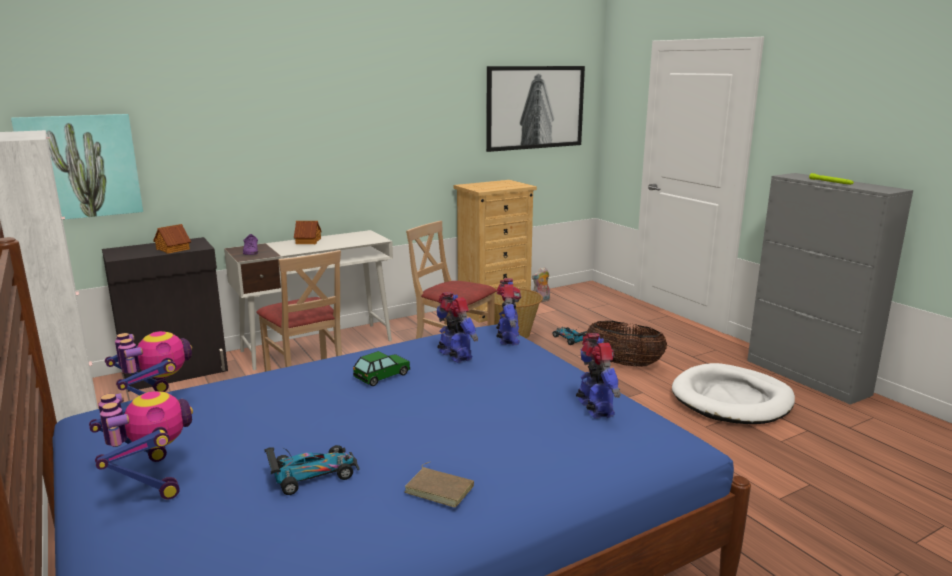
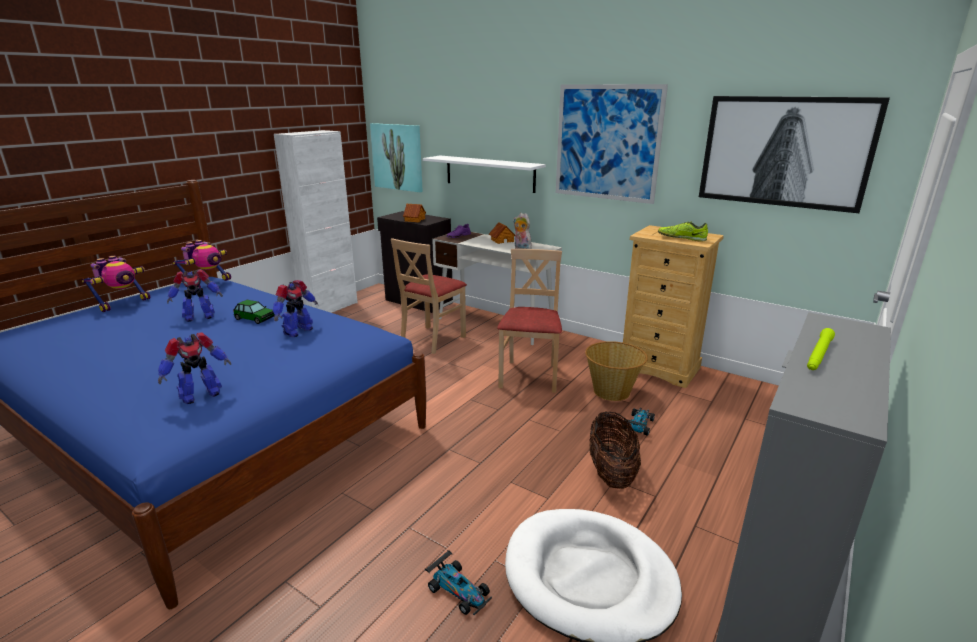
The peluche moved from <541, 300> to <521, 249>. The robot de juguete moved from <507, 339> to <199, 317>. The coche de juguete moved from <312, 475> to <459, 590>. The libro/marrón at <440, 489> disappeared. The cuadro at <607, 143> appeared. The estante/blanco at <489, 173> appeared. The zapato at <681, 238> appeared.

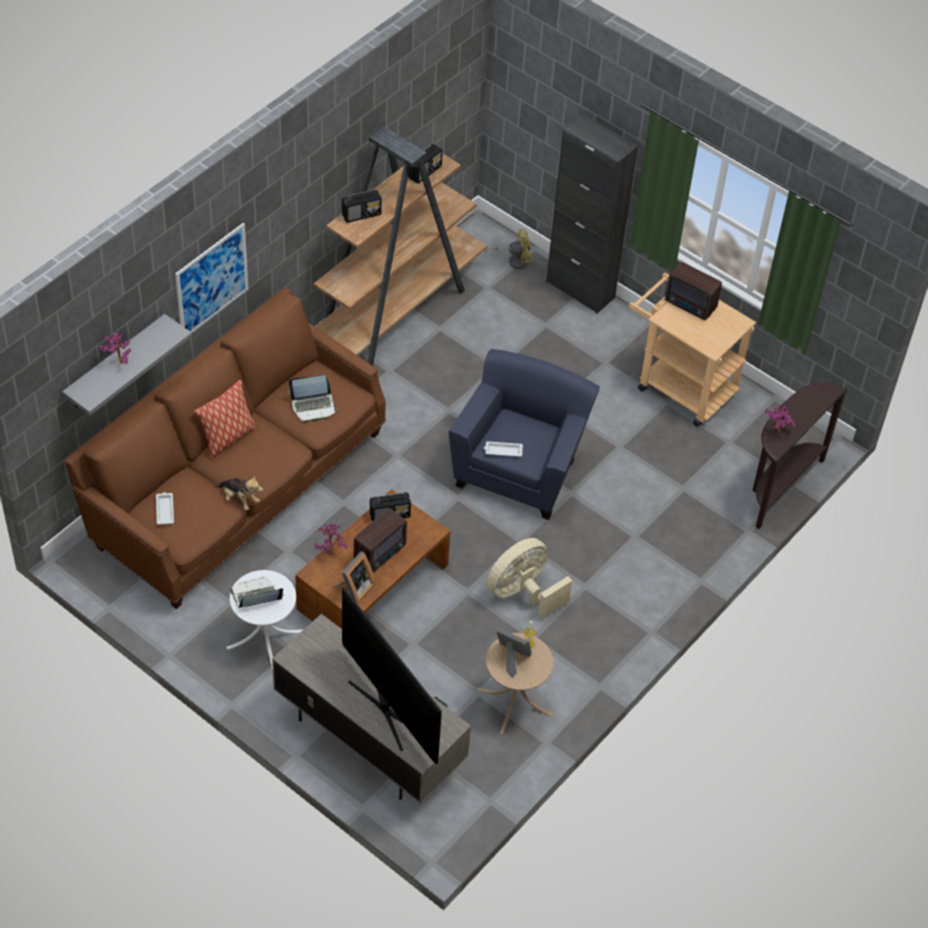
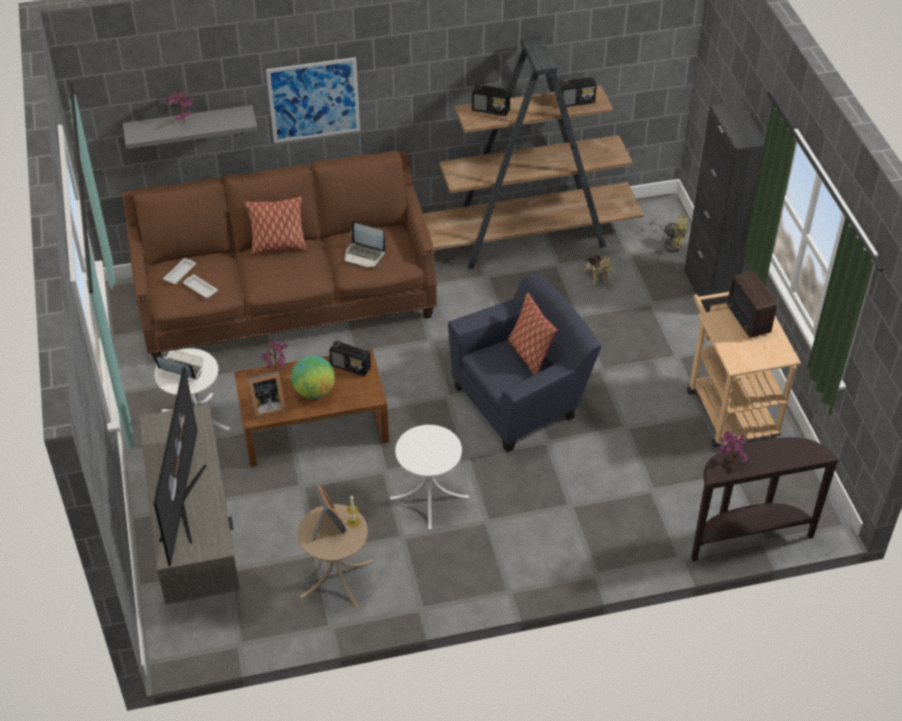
The bandeja/blanco moved from <502, 451> to <200, 288>. The peluche moved from <239, 499> to <596, 276>. The radio at <381, 553> was replaced by the globo terráqueo at <314, 391>. The ventilador/beis at <523, 593> was replaced by the mesa auxiliar/blanco at <429, 497>. The cojín at <529, 355> appeared.

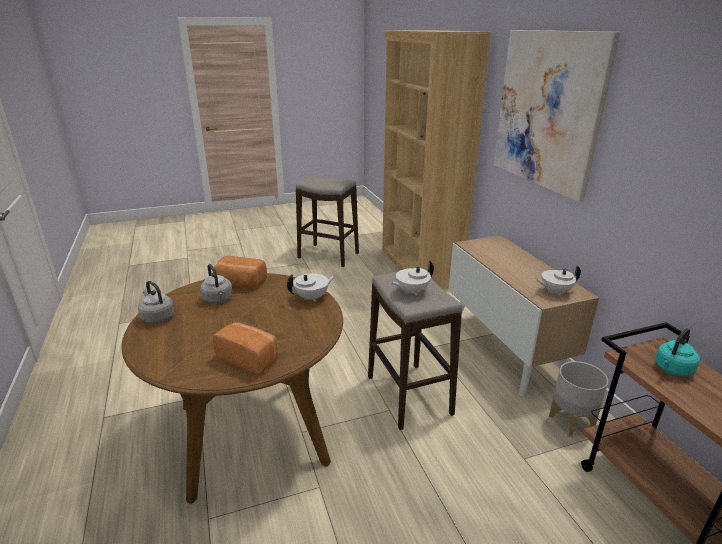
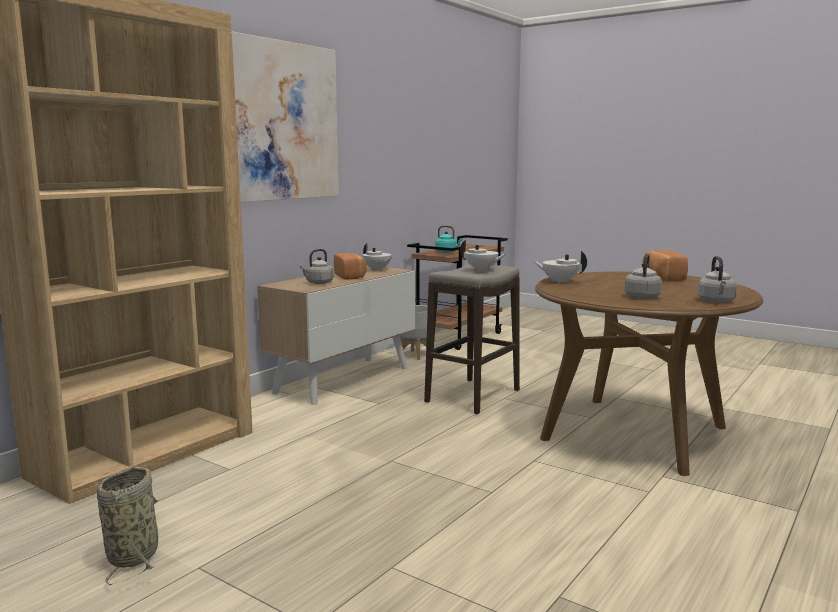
The taburete at <328, 255> was replaced by the cesta at <134, 554>. The pan moved from <240, 284> to <351, 276>. The hervidor/gris at <318, 283> appeared.

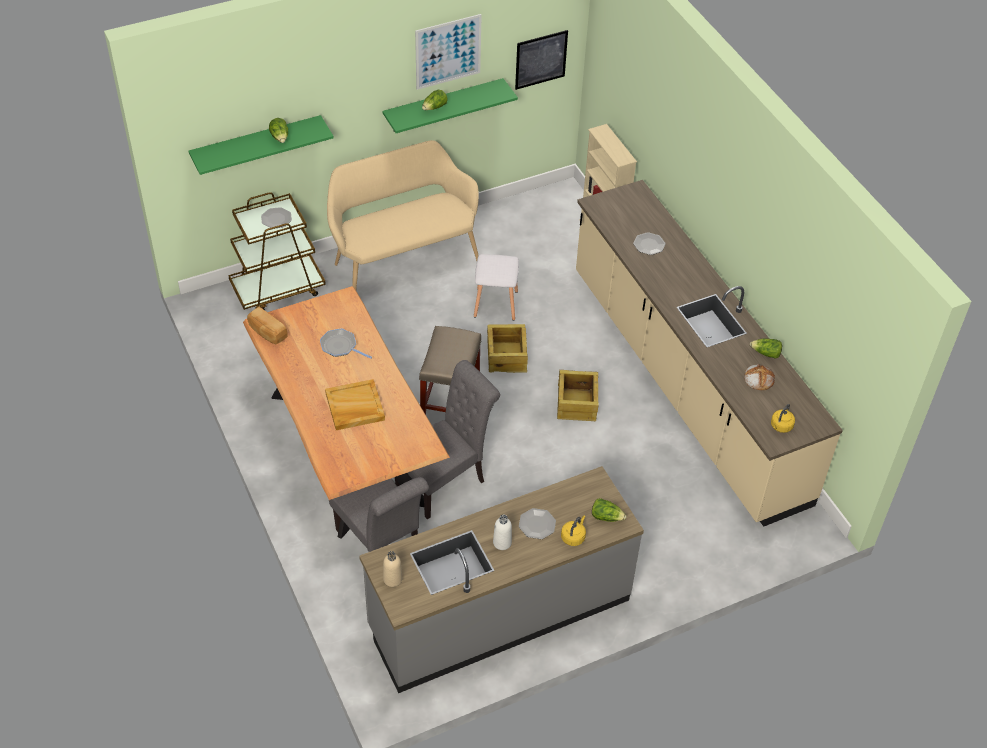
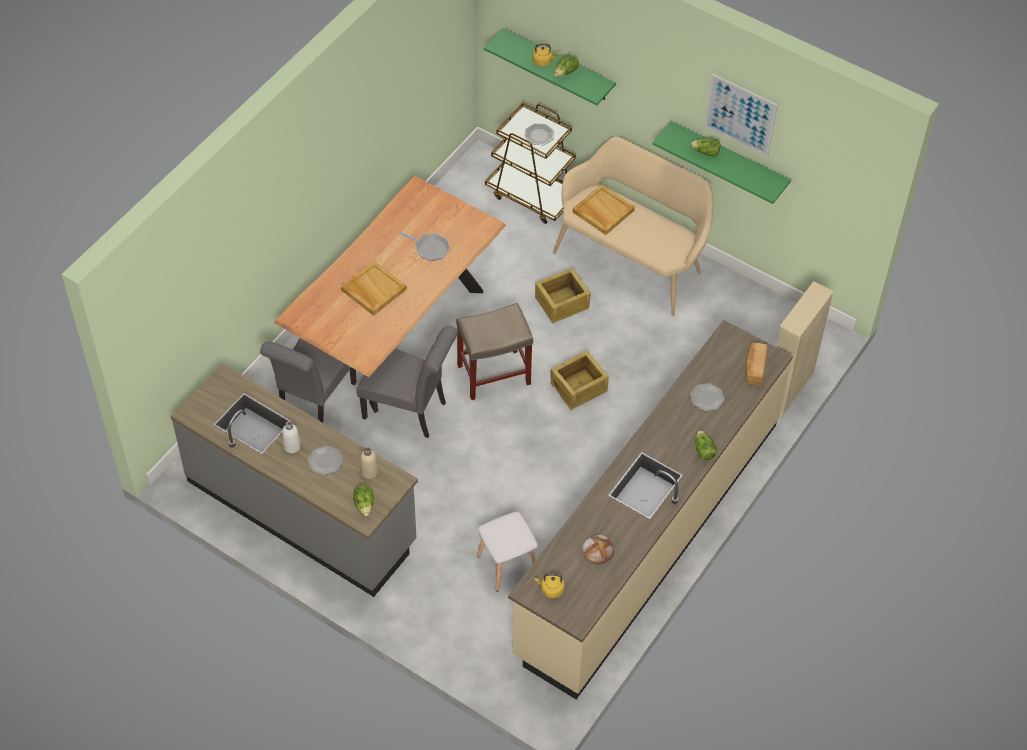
The cuadro at <541, 59> disappeared. The taburete/blanco moved from <496, 304> to <506, 565>. The pan moved from <267, 332> to <754, 369>. The sartén at <340, 346> turned 120 degrees clockwise. The lechuga moved from <766, 353> to <703, 450>. The caja de embalaje moved from <576, 404> to <561, 302>. The hervidor/amarillo moved from <573, 537> to <543, 61>. The botella/beis moved from <392, 579> to <369, 472>. The bandeja/beis at <602, 211> appeared.

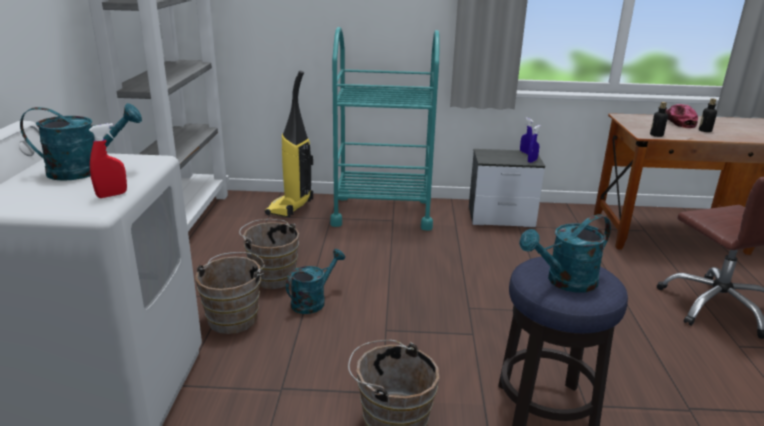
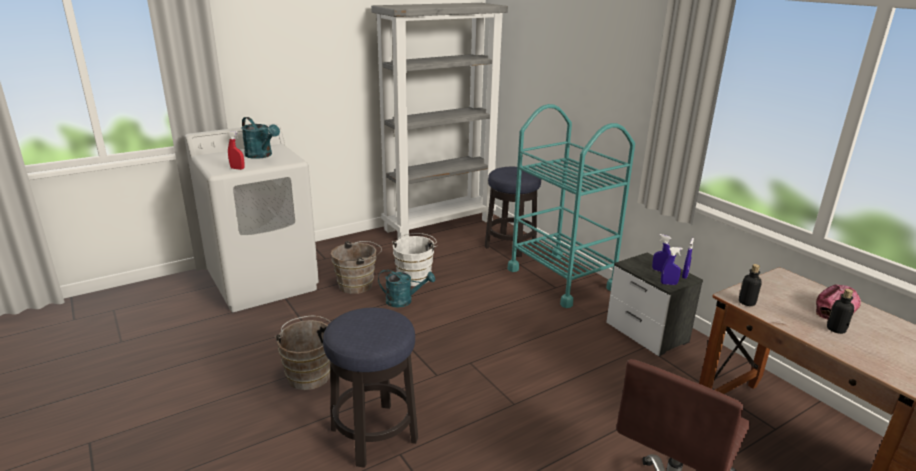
The aspiradora at <290, 207> was replaced by the taburete at <510, 245>. The regadera/turquesa at <564, 282> disappeared. The cubo/marrón at <272, 276> became the cubo/blanco at <415, 276>. The pulverizador/azul at <659, 271> appeared.

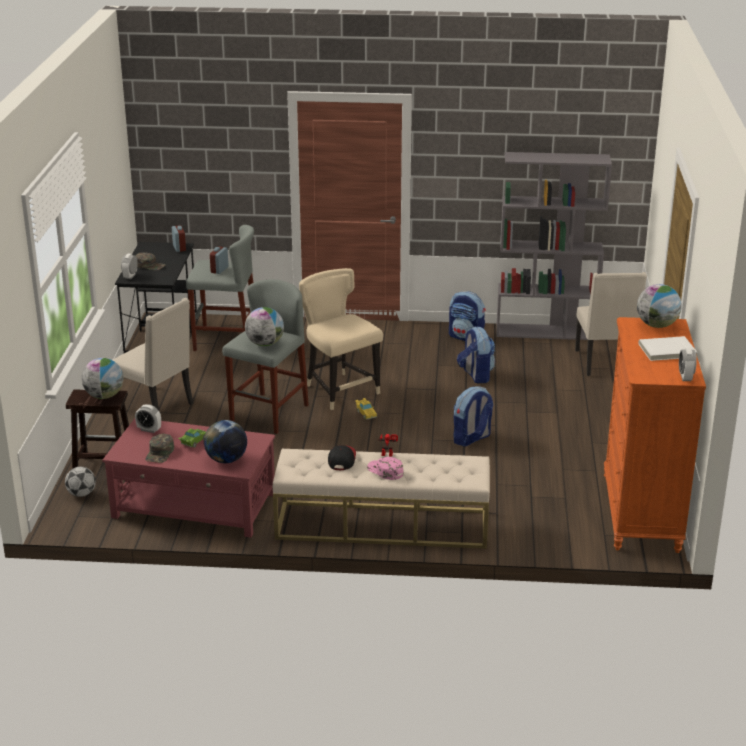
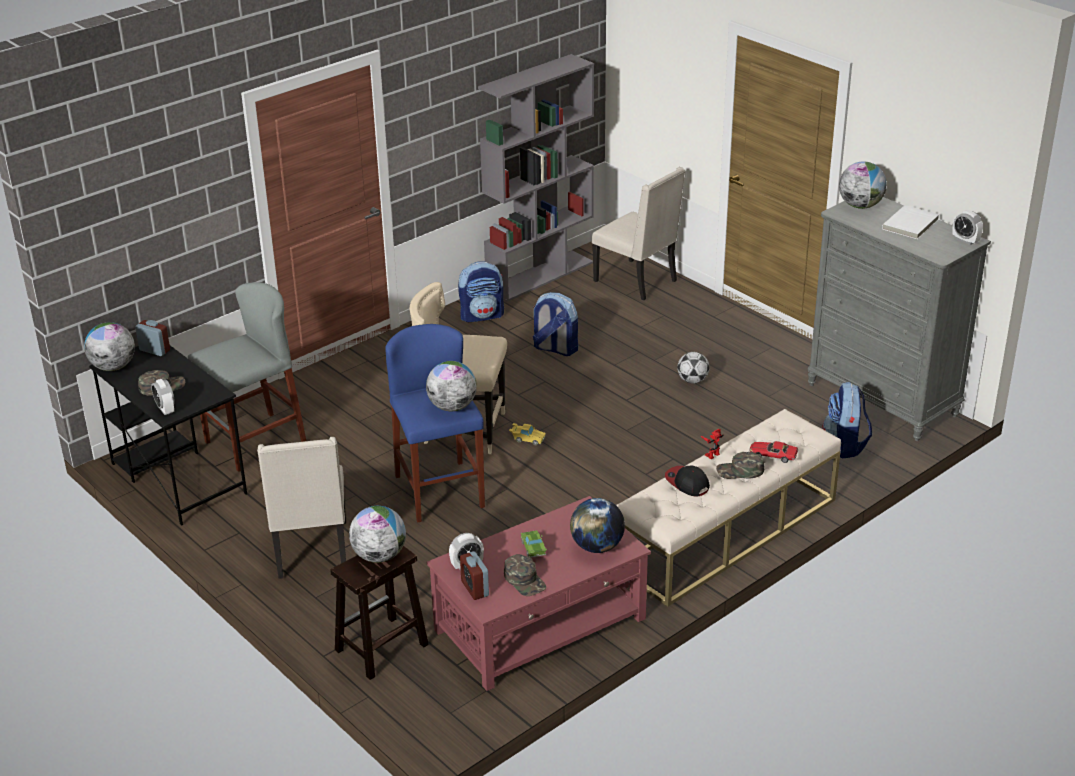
The despertador moved from <219, 270> to <475, 588>. The taburete/gris at <269, 413> became the taburete/azul at <439, 491>. The silla/beis at <156, 406> turned 90 degrees clockwise. The cómoda/naranja at <641, 514> became the cómoda/gris at <882, 400>. The mochila moved from <471, 439> to <845, 445>. The gorra/rosa at <385, 471> became the gorra/verde at <740, 471>. The balón de fútbol moved from <81, 494> to <692, 381>. The globo terráqueo at <113, 367> appeared. The coche de juguete at <773, 455> appeared.

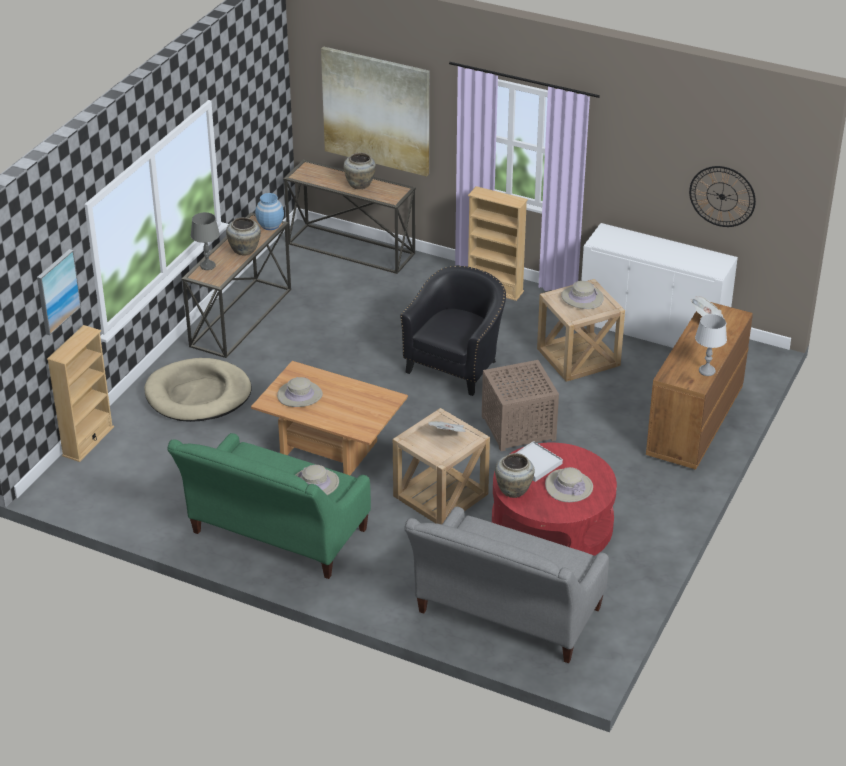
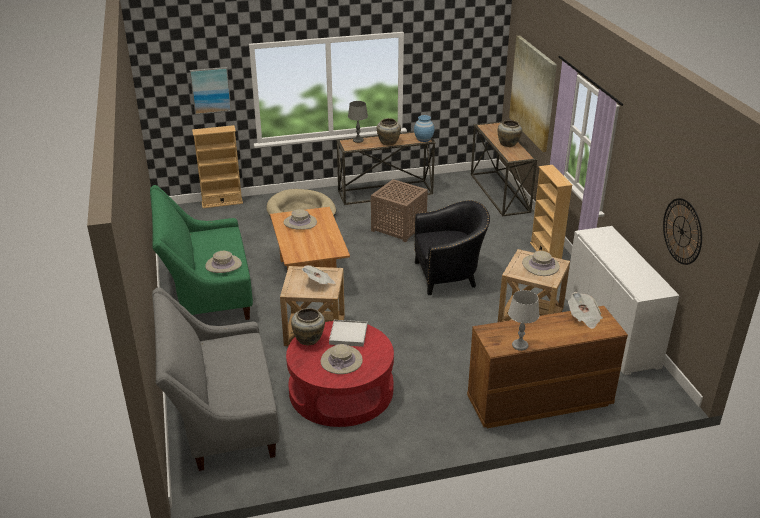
The mesa auxiliar/marrón moved from <518, 429> to <397, 228>.

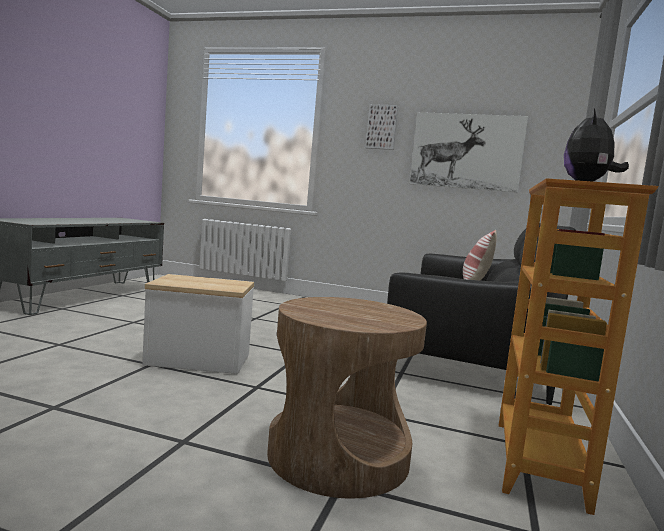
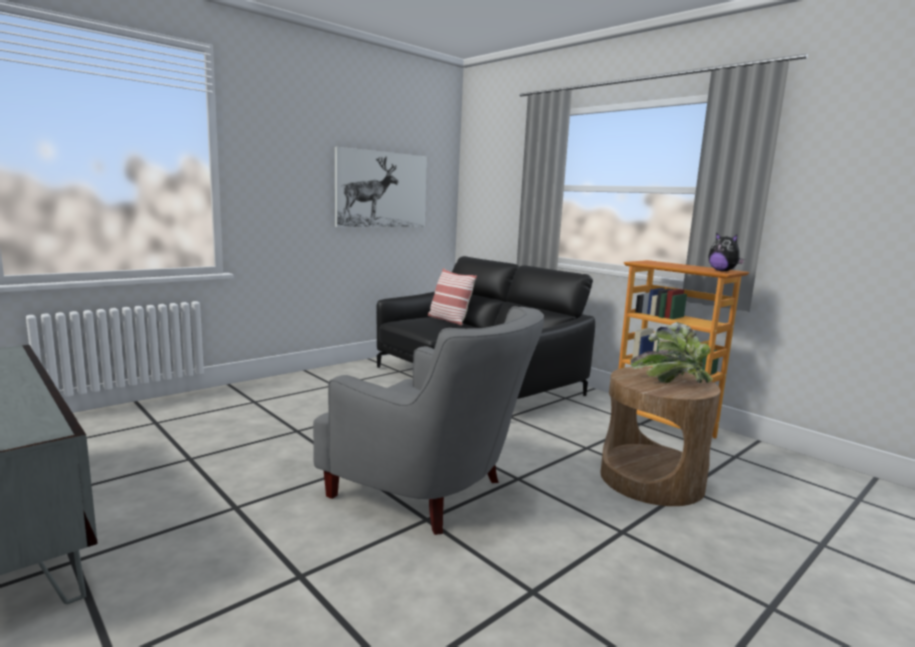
The cuadro at <382, 127> disappeared. The mesa auxiliar at <198, 360> was replaced by the sillón/gris at <430, 491>. The planta en maceta at <671, 381> appeared.

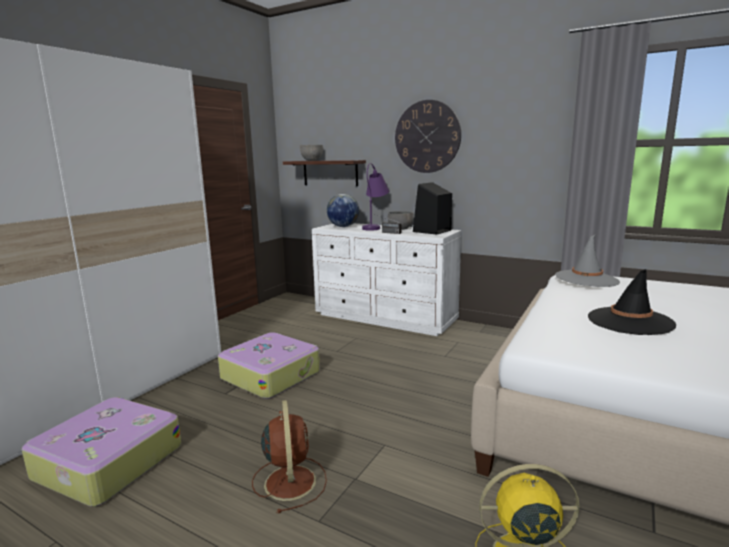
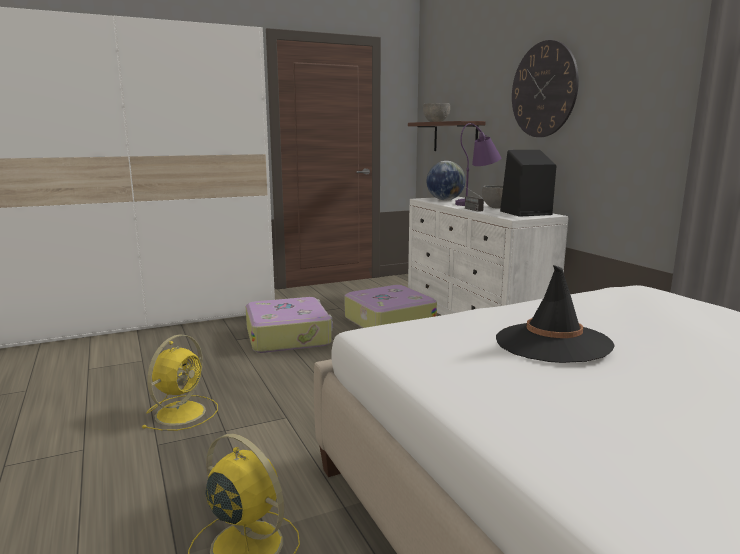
The sombrero/gris at <586, 279> disappeared. The maleta moved from <107, 462> to <388, 321>. The ventilador/marrón at <290, 481> became the ventilador/amarillo at <182, 412>.

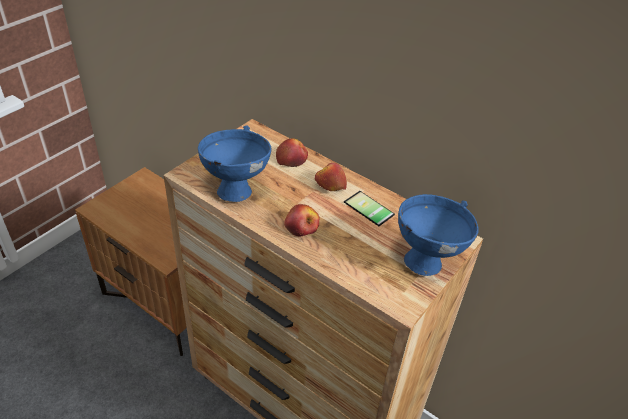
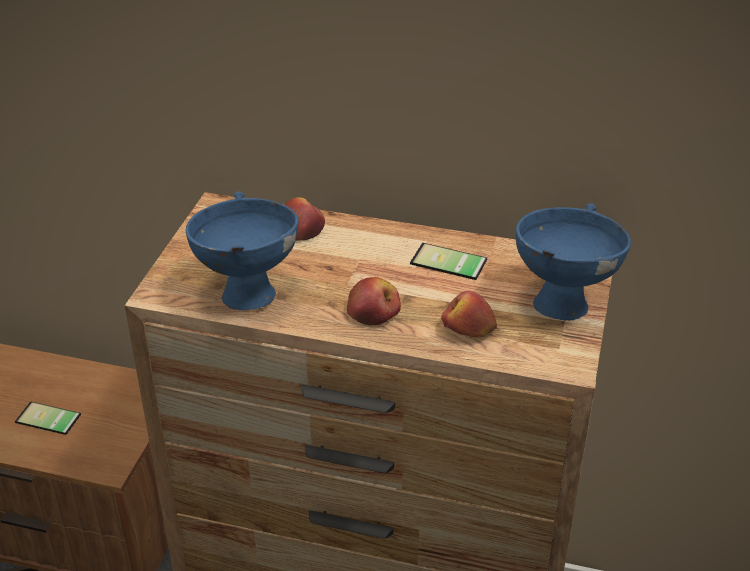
The manzana moved from <330, 184> to <468, 328>. The móvil at <46, 420> appeared.

